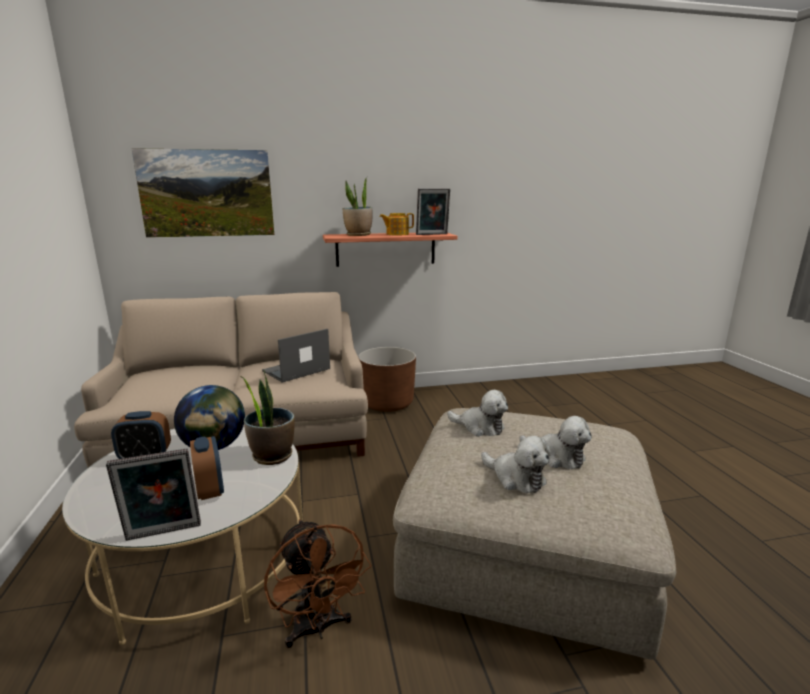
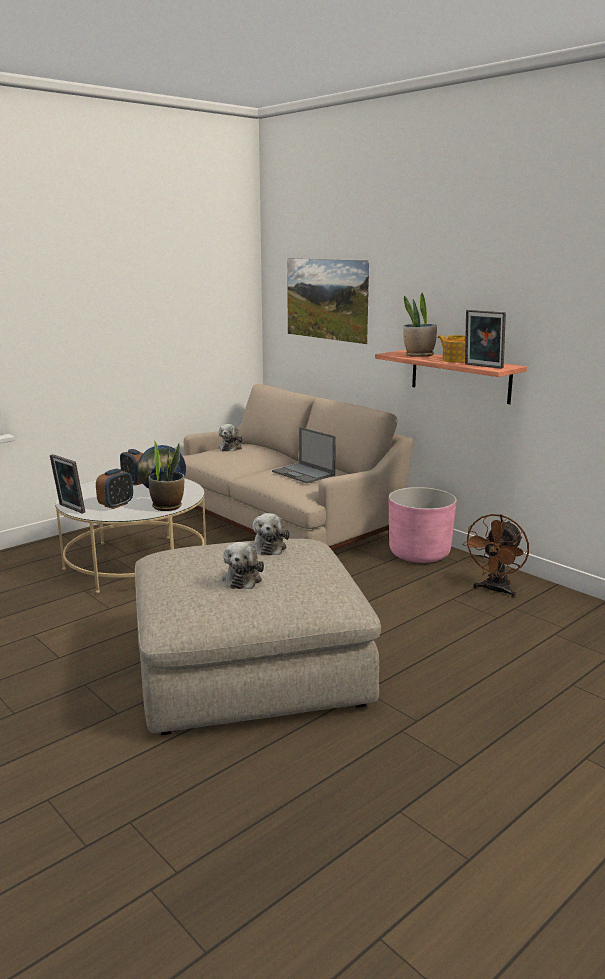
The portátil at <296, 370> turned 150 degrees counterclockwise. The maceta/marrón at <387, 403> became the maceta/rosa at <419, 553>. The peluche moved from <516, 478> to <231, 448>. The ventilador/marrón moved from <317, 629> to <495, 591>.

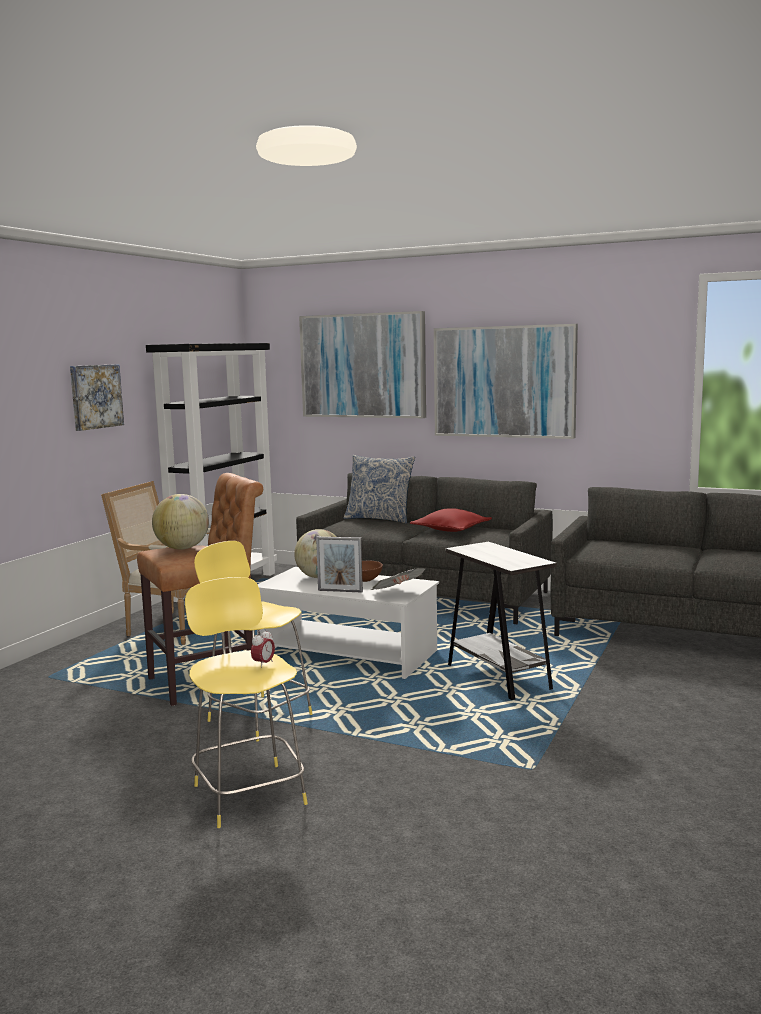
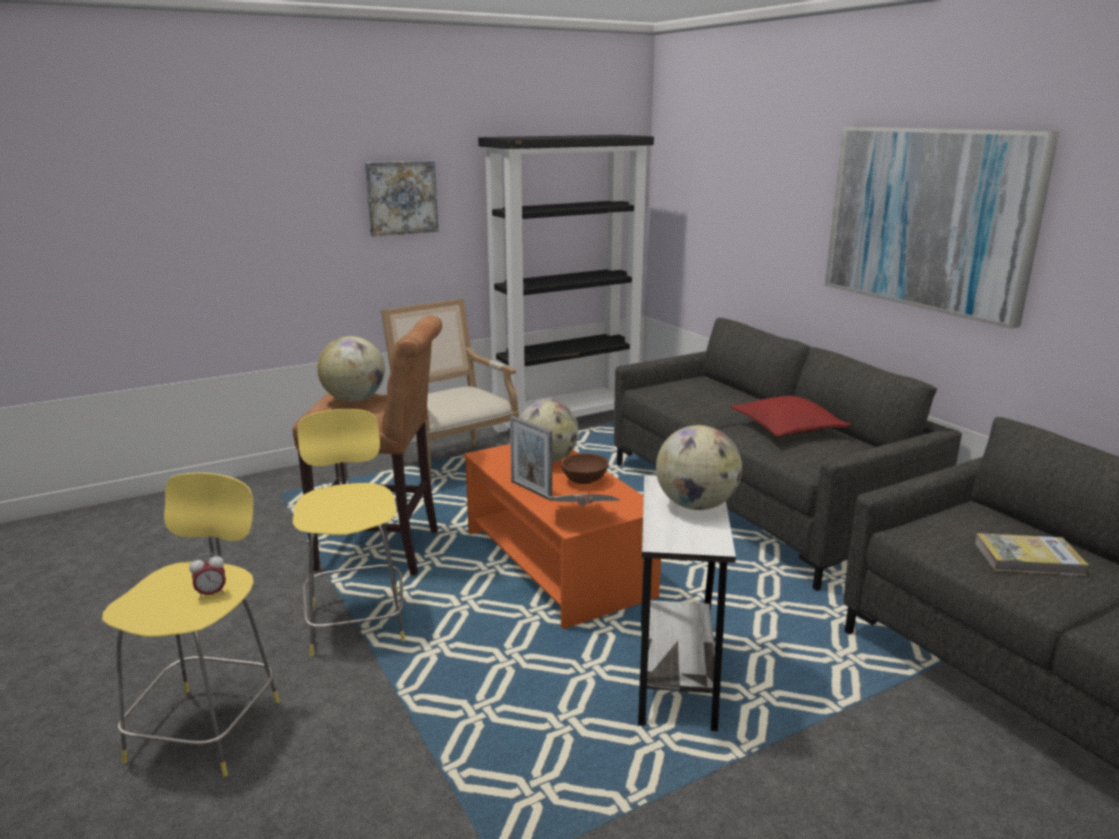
The cuadro at <363, 365> disappeared. The cojín at <379, 519> disappeared. The mesa de centro/blanco at <349, 654> became the mesa de centro/naranja at <557, 564>. The globo terráqueo at <696, 505> appeared. The libro at <1028, 558> appeared.

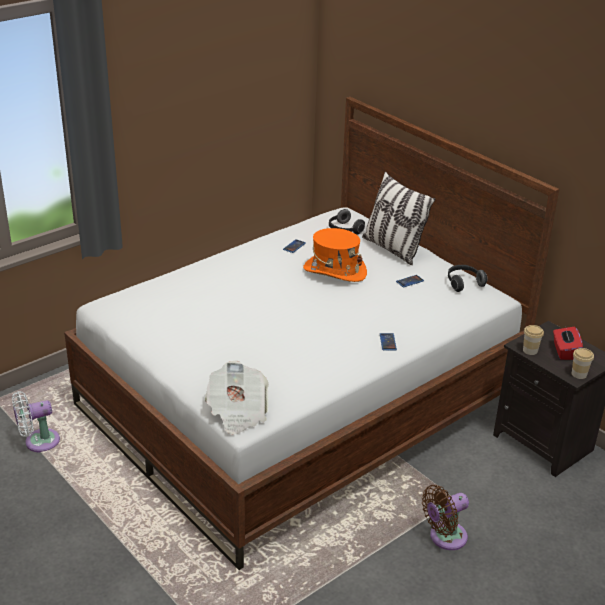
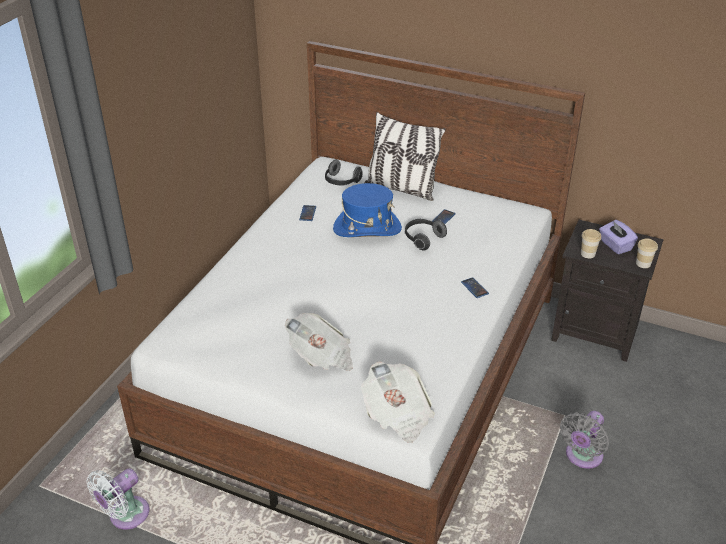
The sombrero/naranja at <334, 271> became the sombrero/azul at <367, 228>. The auriculares moved from <463, 283> to <422, 239>. The caja de pañuelos/rojo at <564, 351> became the caja de pañuelos/morado at <615, 245>. The ventilador/marrón at <444, 537> became the ventilador/gris at <582, 457>. The periódico at <321, 357> appeared.

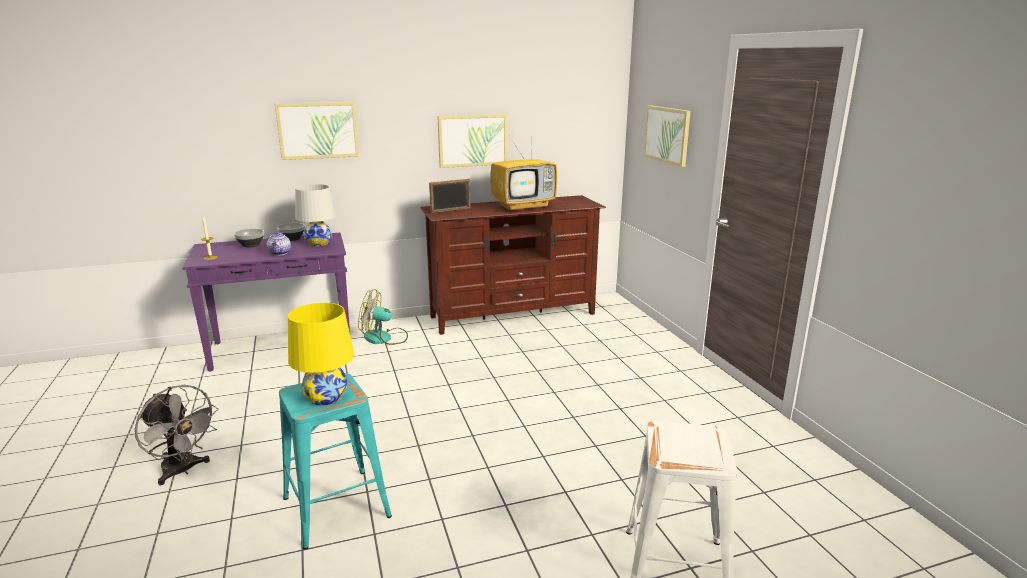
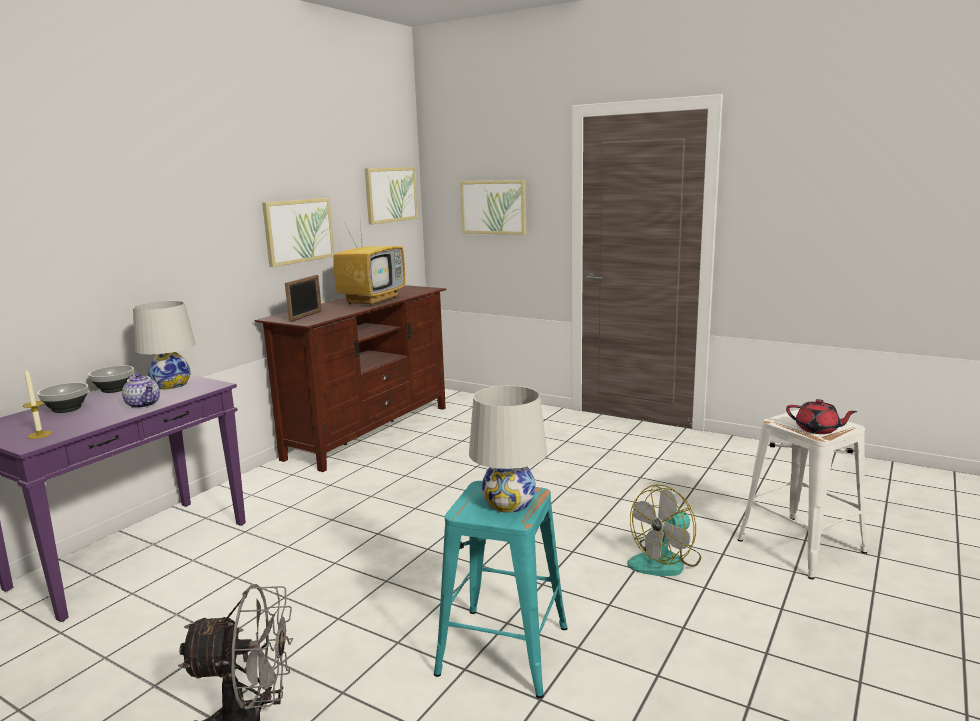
The cuadro moved from <318, 130> to <390, 194>. The ventilador moved from <384, 338> to <665, 561>. The lámpara de mesa/amarillo at <326, 397> became the lámpara de mesa/blanco at <508, 503>. The tetera/rojo at <817, 429> appeared.

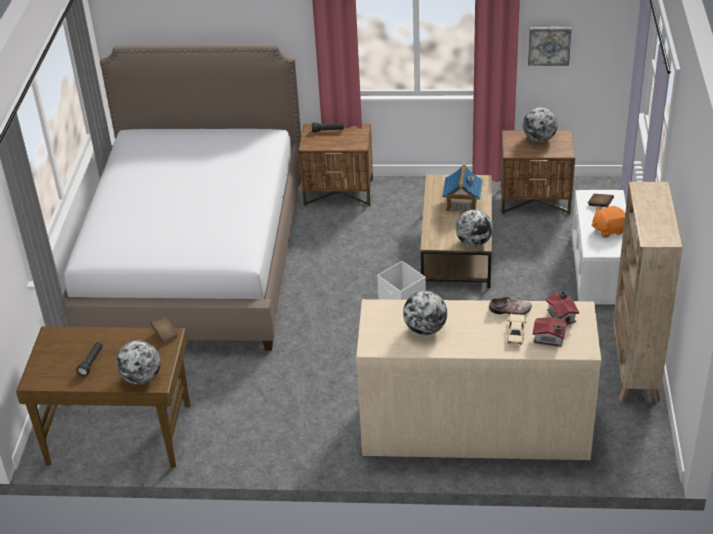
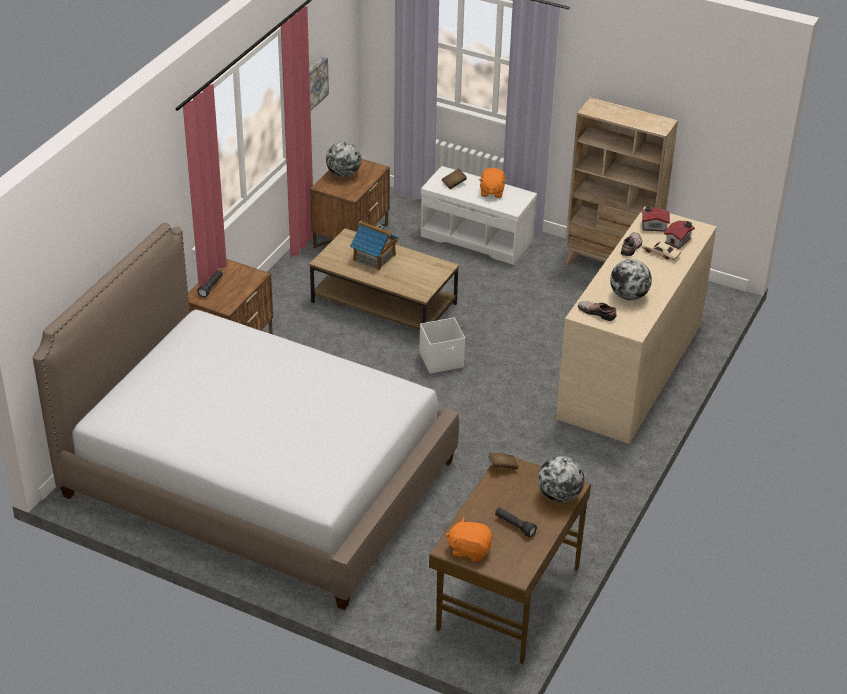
The globo terráqueo at <473, 242> disappeared. The zapato at <597, 312> appeared. The peluche/naranja at <469, 550> appeared.

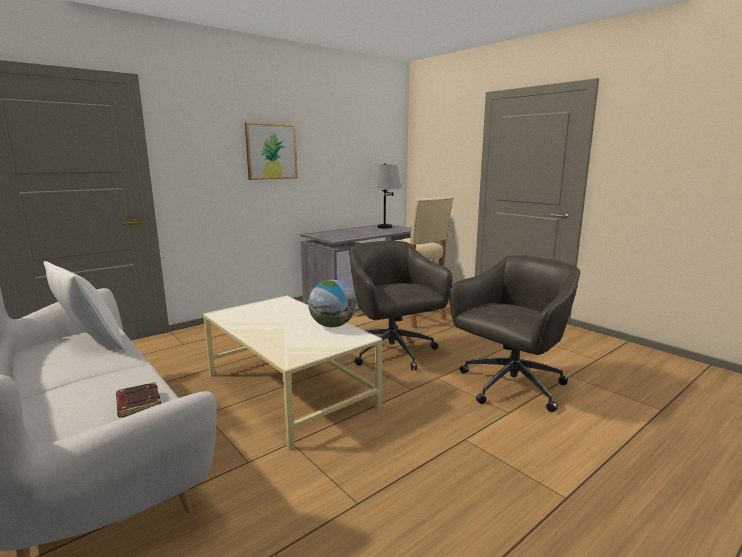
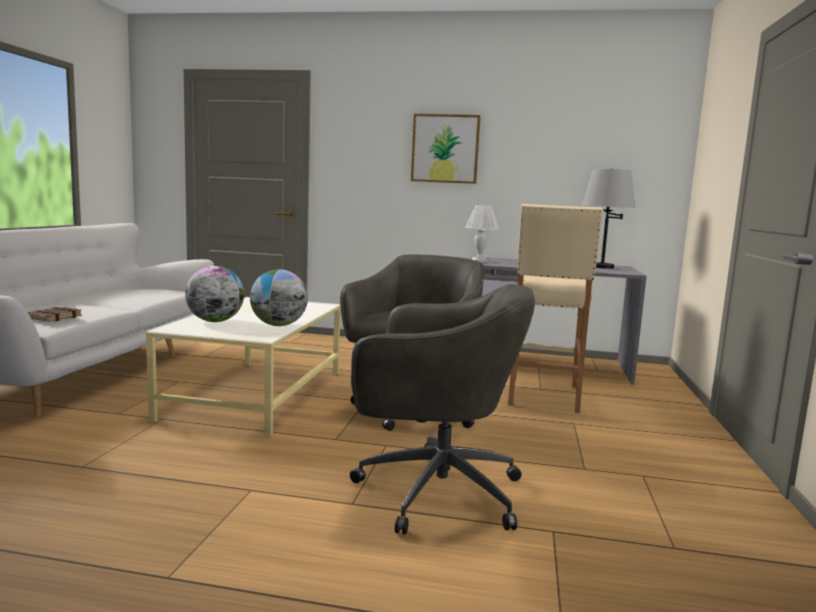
The cojín/blanco at <90, 343> disappeared. The lámpara de mesa/blanco at <479, 261> appeared. The globo terráqueo at <215, 321> appeared.

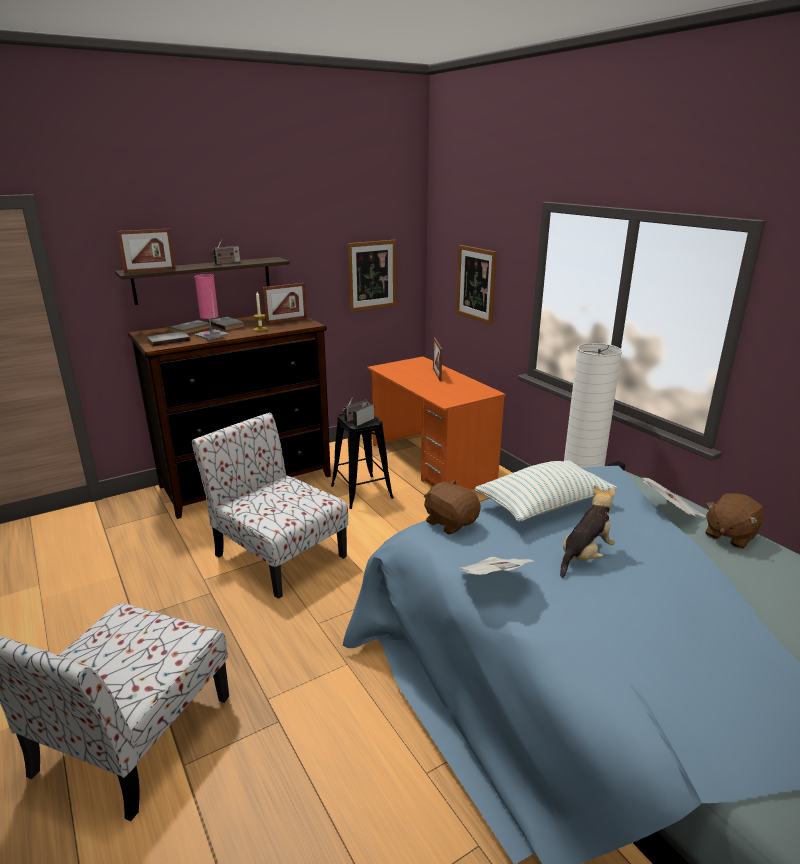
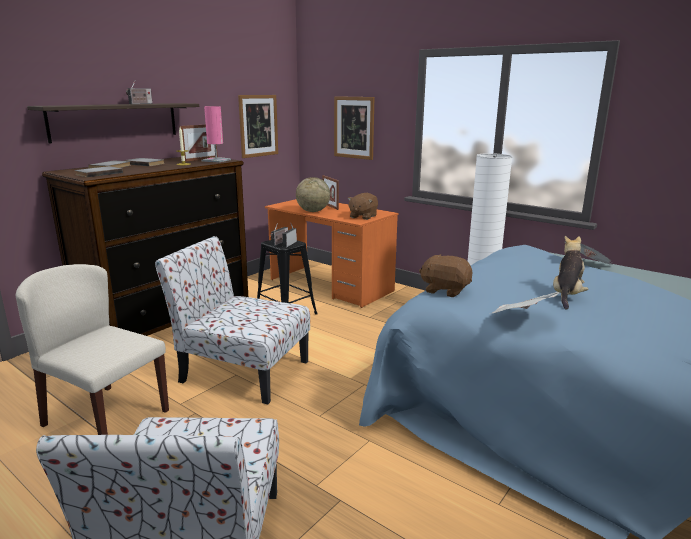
The portarretratos at <150, 271> disappeared. The lámpara de mesa/rosa moved from <211, 335> to <216, 160>. The cojín at <544, 505> disappeared. The peluche/marrón moved from <729, 535> to <362, 216>. The globo terráqueo at <313, 211> appeared. The silla/beis at <105, 418> appeared.

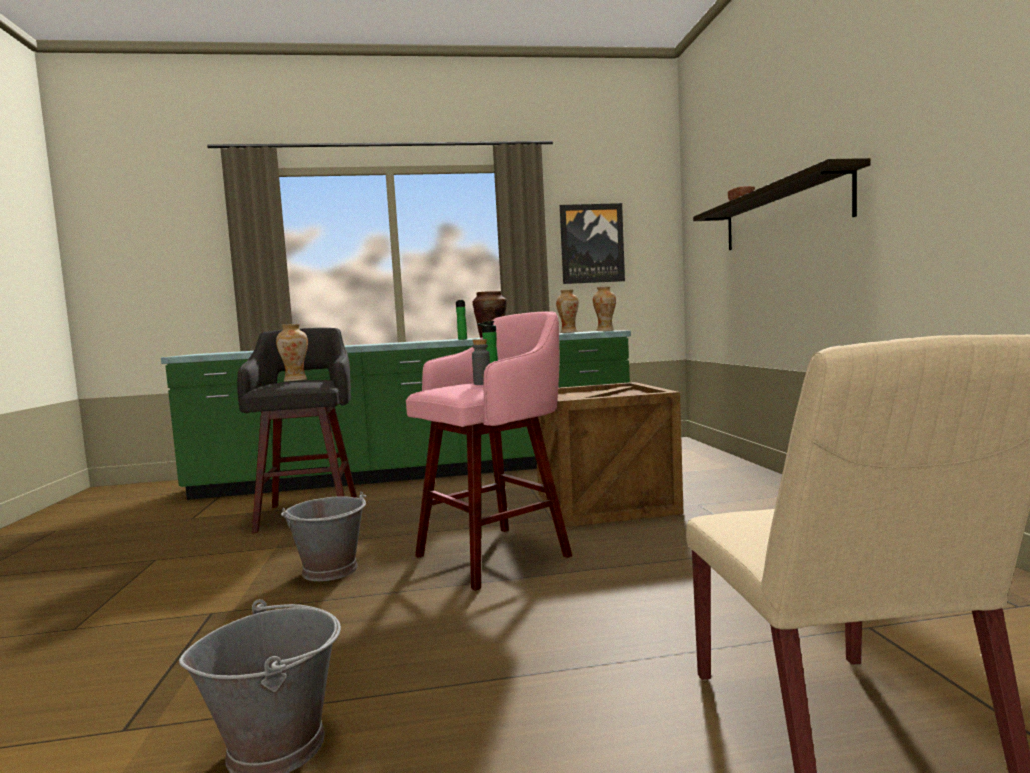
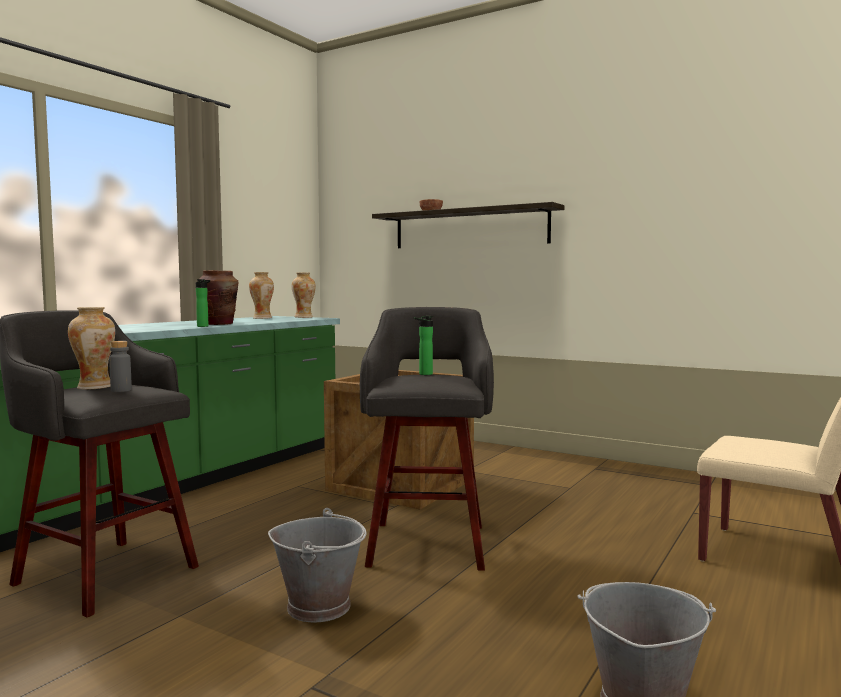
The cuadro at <592, 244> disappeared. The taburete/rosa at <497, 554> became the taburete/gris at <428, 543>. The botella/gris moved from <482, 384> to <121, 390>.

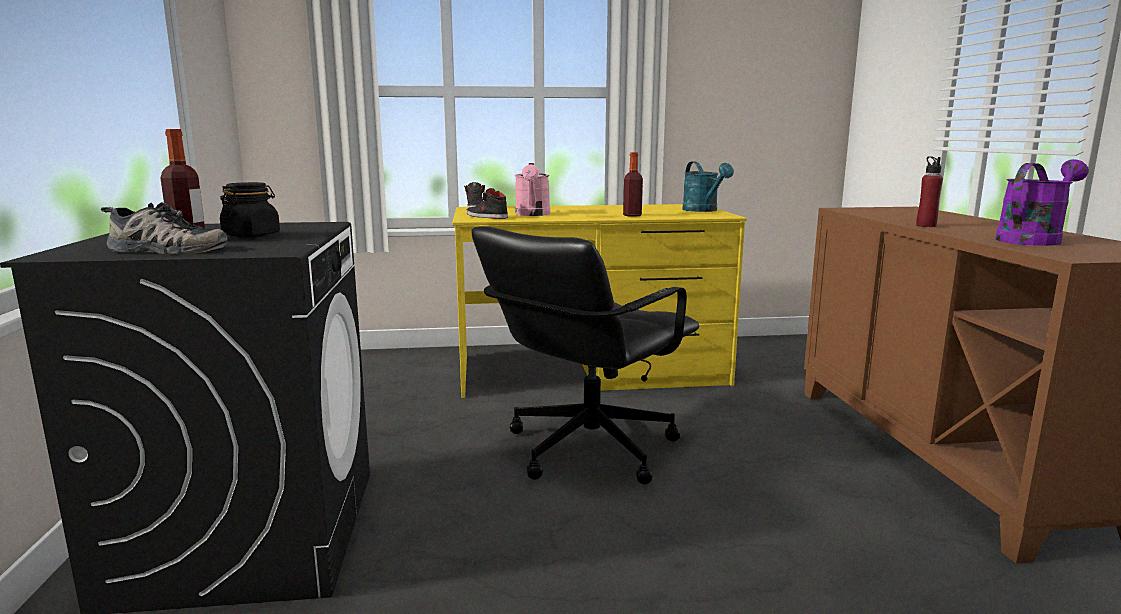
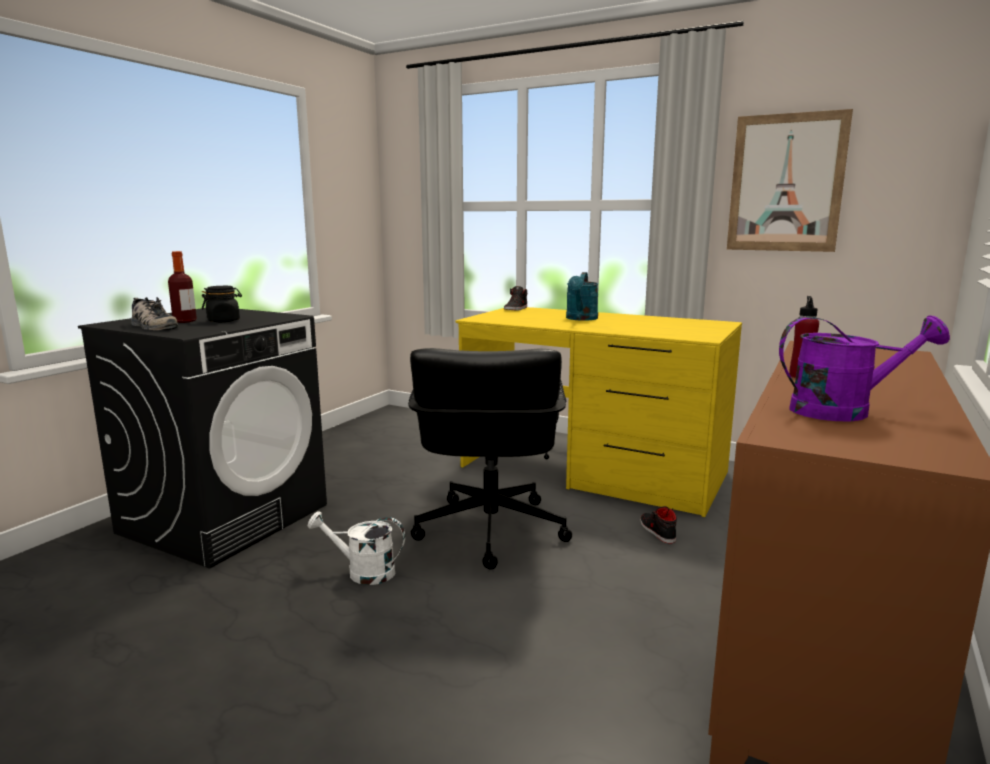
The botella at <632, 215> disappeared. The regadera/turquesa moved from <703, 210> to <581, 319>. The regadera/rosa at <533, 214> disappeared. The zapato/negro moved from <486, 216> to <656, 531>. The silla de oficina/negro at <588, 448> turned 75 degrees counterclockwise. The cuadro at <786, 183> appeared. The regadera/blanco at <363, 572> appeared.

